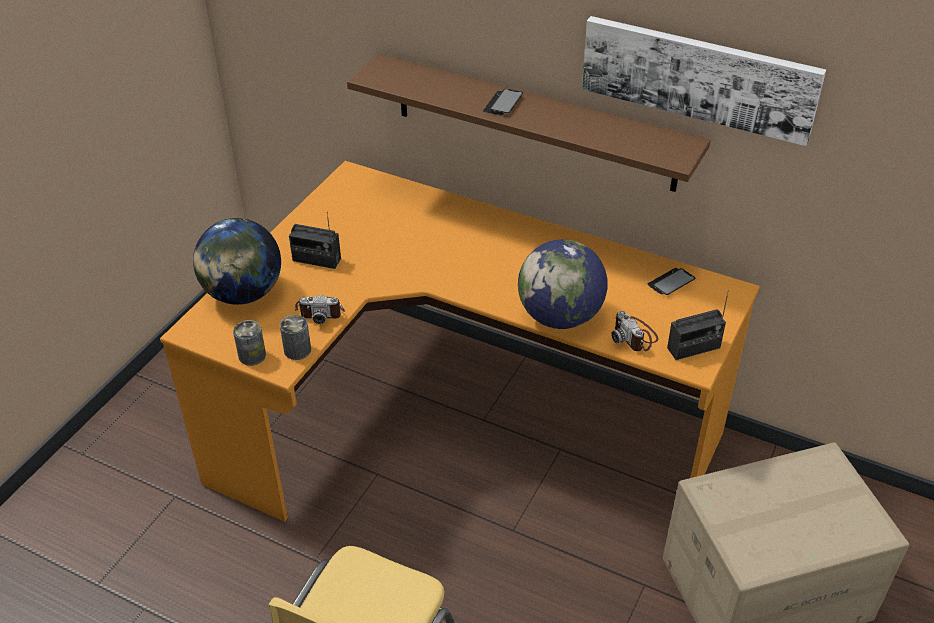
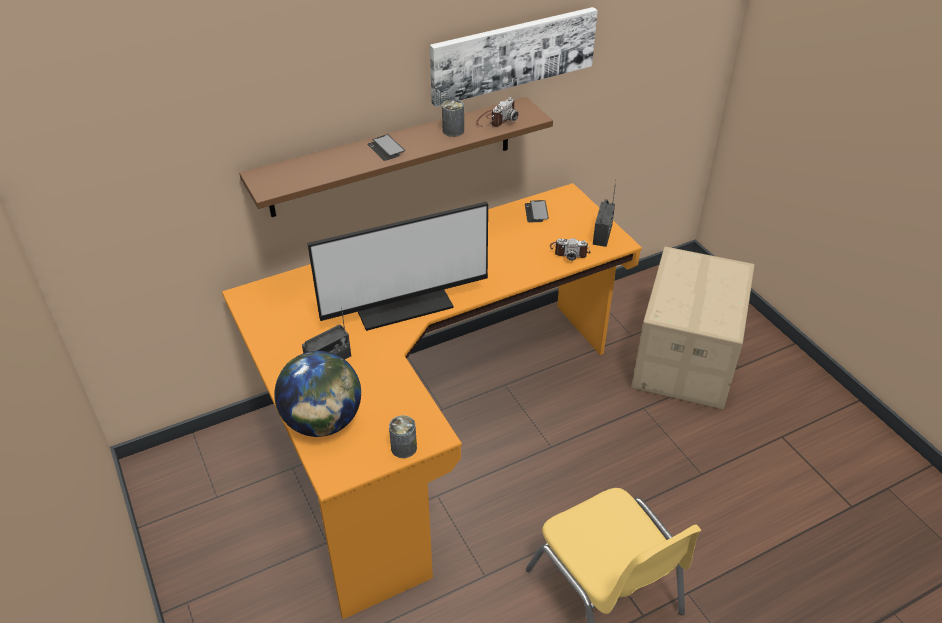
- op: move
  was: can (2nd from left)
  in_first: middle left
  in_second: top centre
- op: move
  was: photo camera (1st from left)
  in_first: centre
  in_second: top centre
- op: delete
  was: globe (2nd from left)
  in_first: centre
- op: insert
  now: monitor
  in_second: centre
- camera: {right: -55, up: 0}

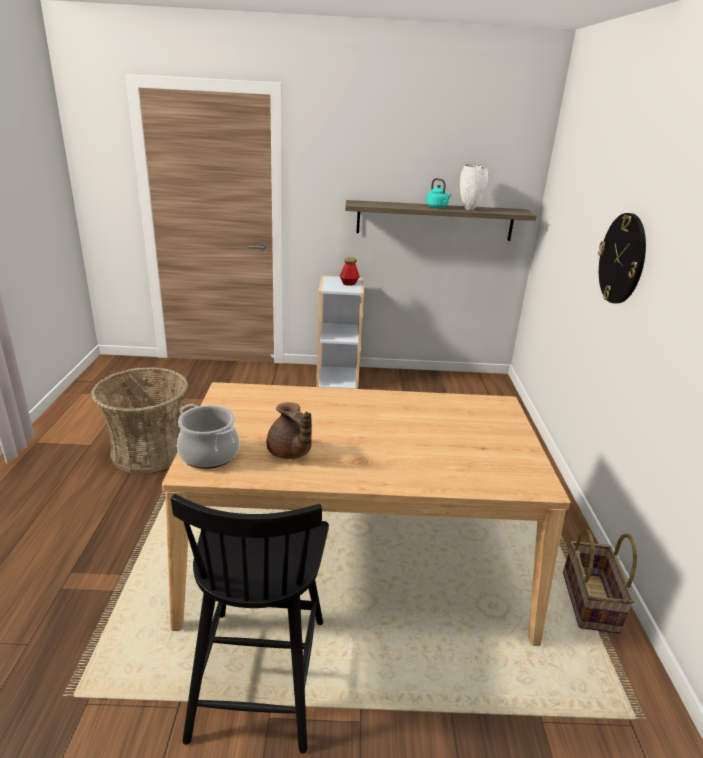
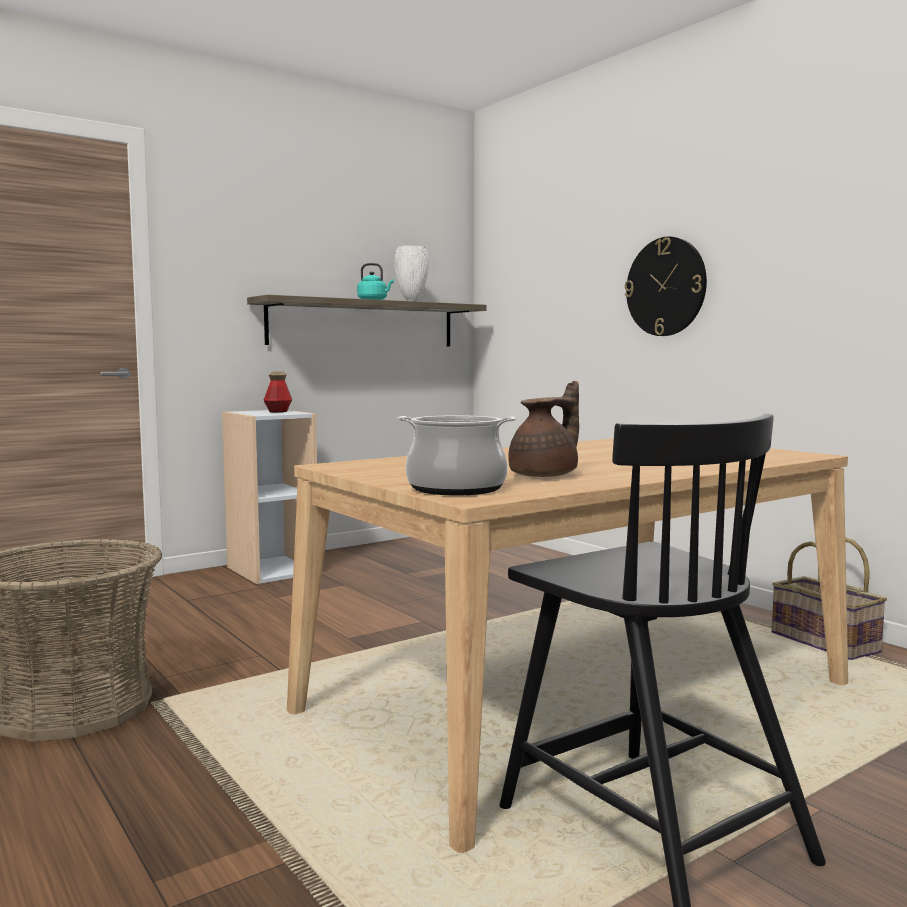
- op: rotate
  was: teapot in brown
  in_first: centre
  in_second: centre
  clockwise: -60
- camera: {right: -35, up: -20}

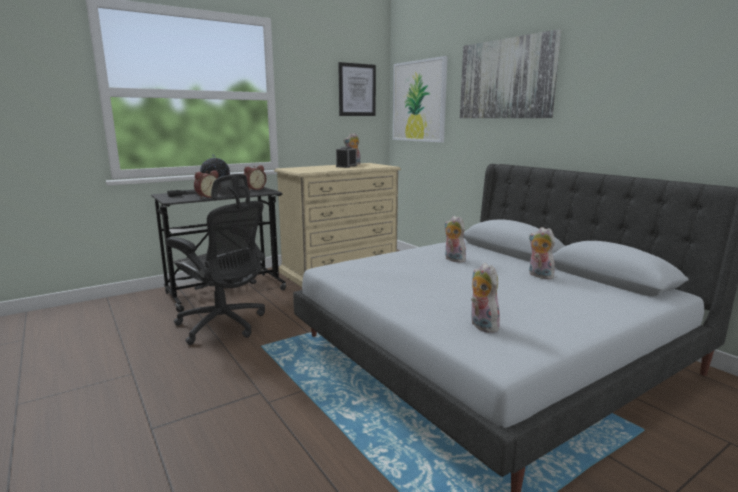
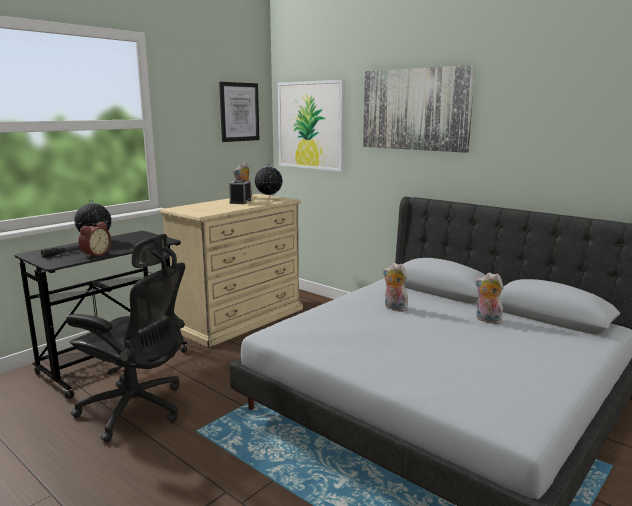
- op: delete
  was: alarm clock (2nd from left)
  in_first: centre
- op: delete
  was: plush toy (3rd from left)
  in_first: centre
- op: insert
  now: globe (2nd from left)
  in_second: centre
- camera: {right: -15, up: 0}

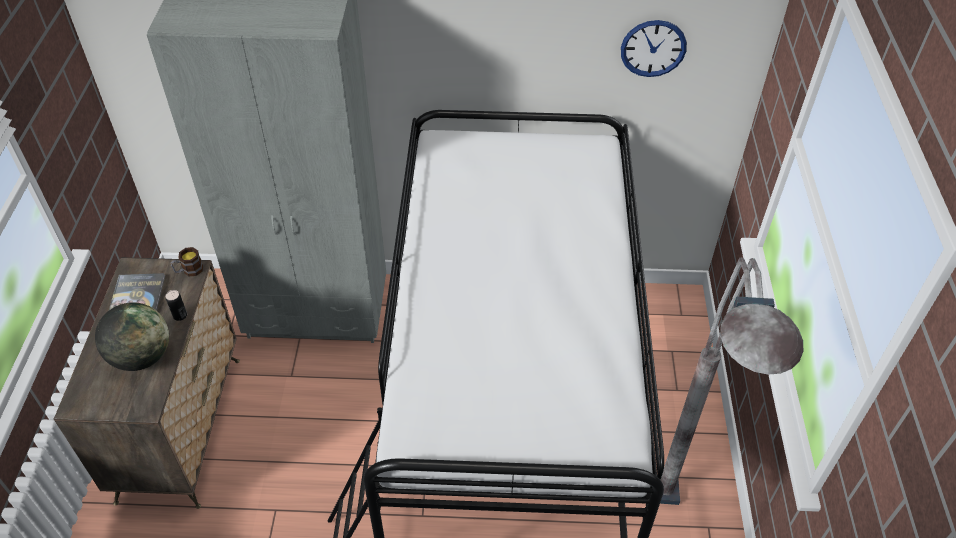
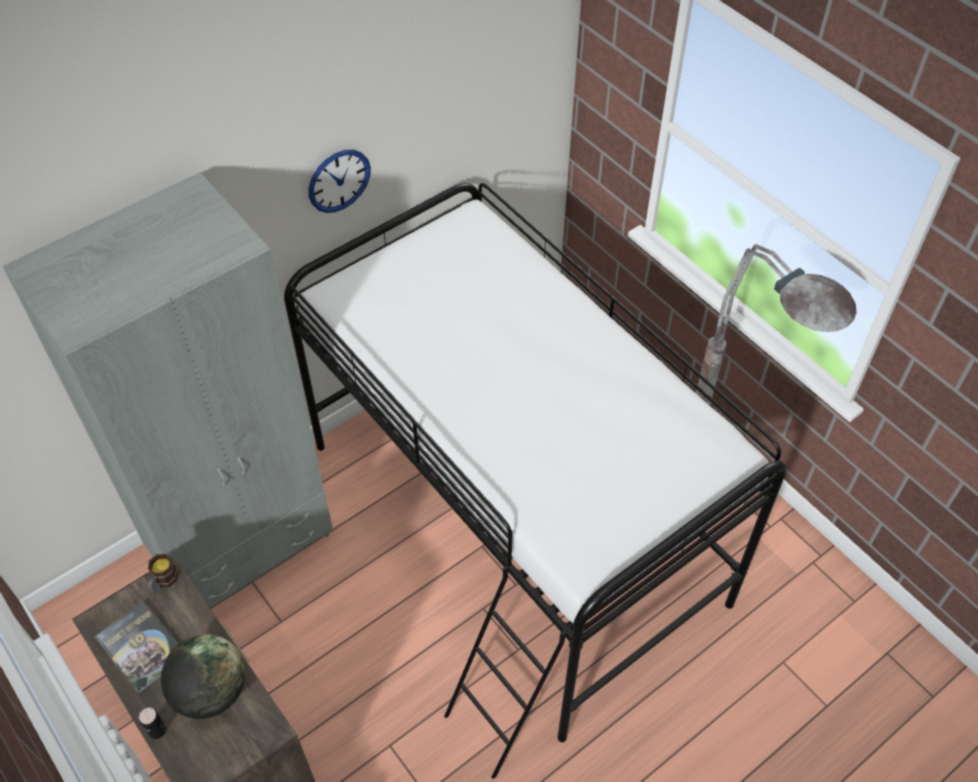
- op: move
  was: can
  in_first: middle left
  in_second: bottom left
- op: move
  was: wall clock
  in_first: top right
  in_second: top centre
- camera: {right: -40, up: 5}

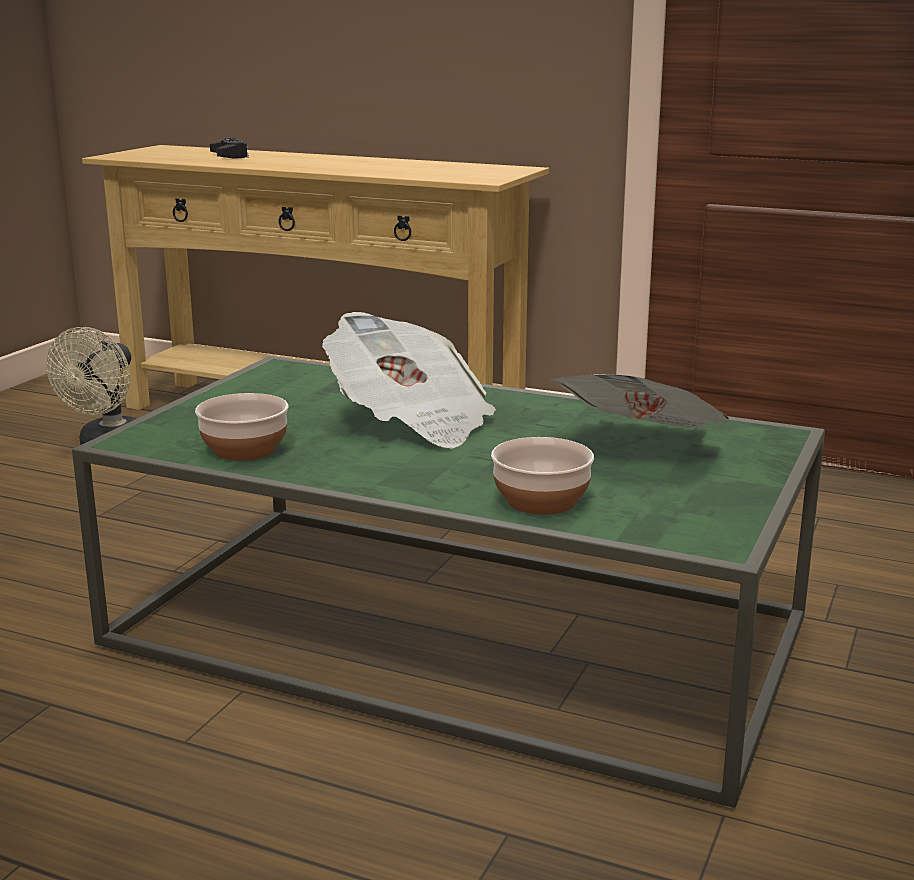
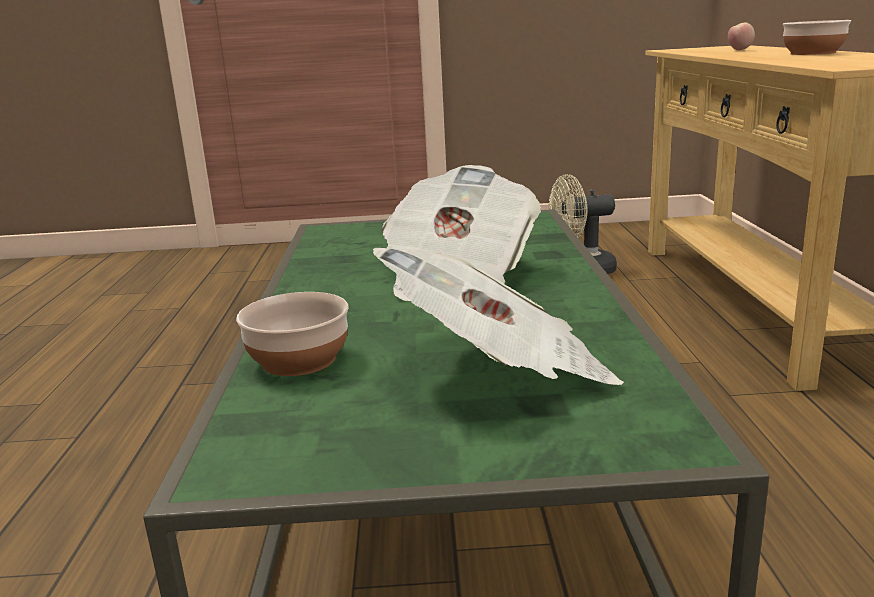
- op: move
  was: bowl (1st from left in the first image)
  now: bowl (2nd from left)
  in_first: middle left
  in_second: top right
- op: replace
  was: game controller in black
  now: apple
  in_first: top left
  in_second: top right
- camera: {right: 65, up: 0}

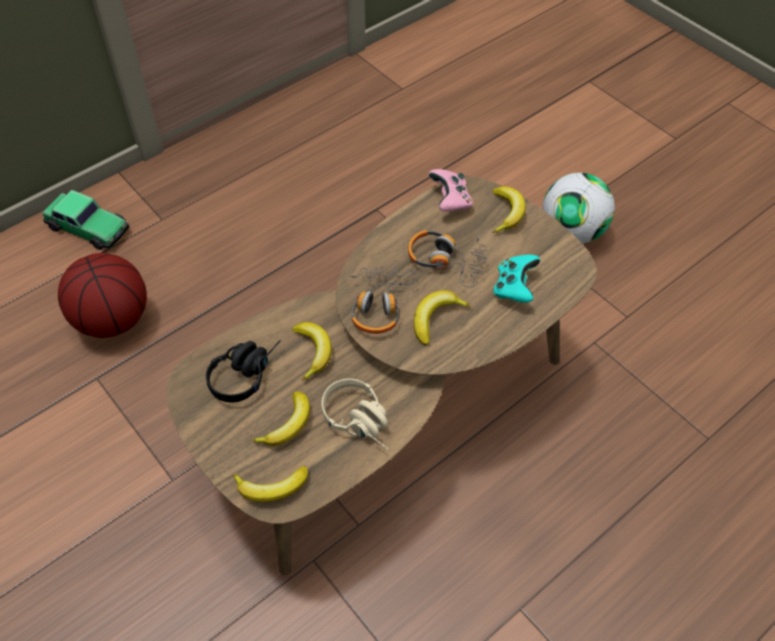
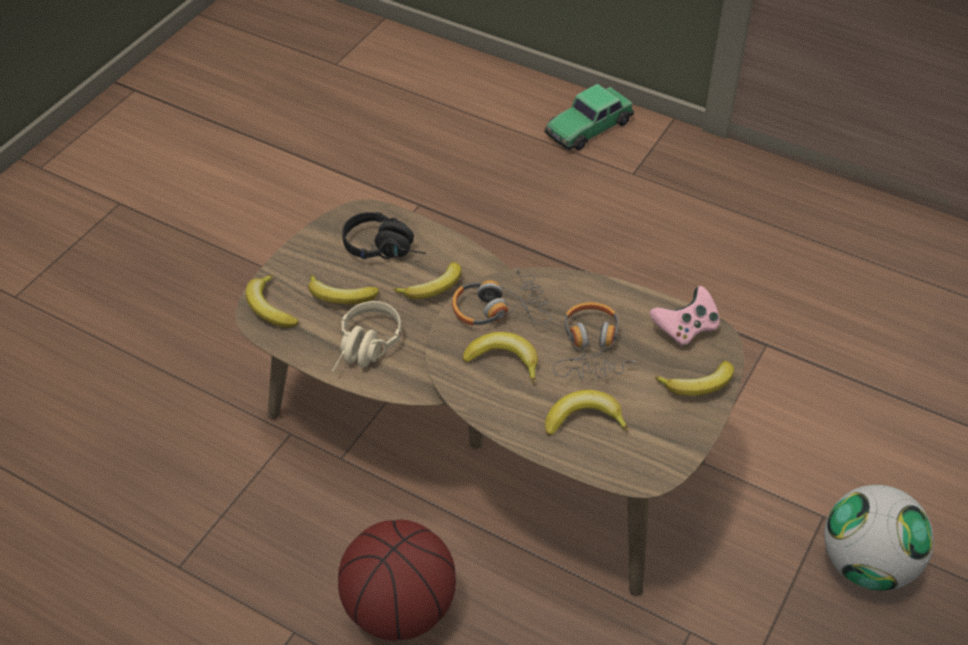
- op: rotate
  was: toy car
  in_first: middle left
  in_second: top centre
  clockwise: 45
- op: move
  was: basketball
  in_first: middle left
  in_second: bottom centre
- op: replace
  was: game controller in turquoise
  now: banana (5th from left)
  in_first: centre
  in_second: centre
- camera: {right: 70, up: -5}

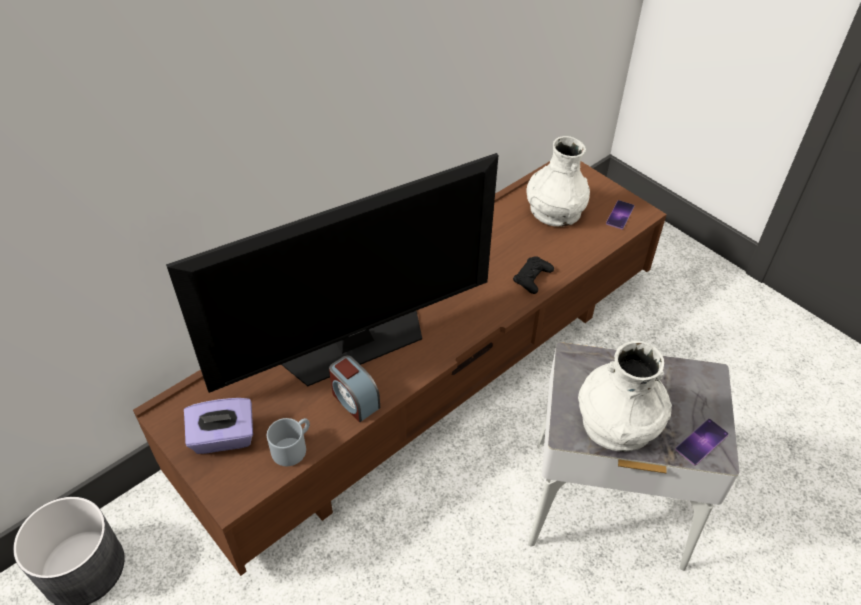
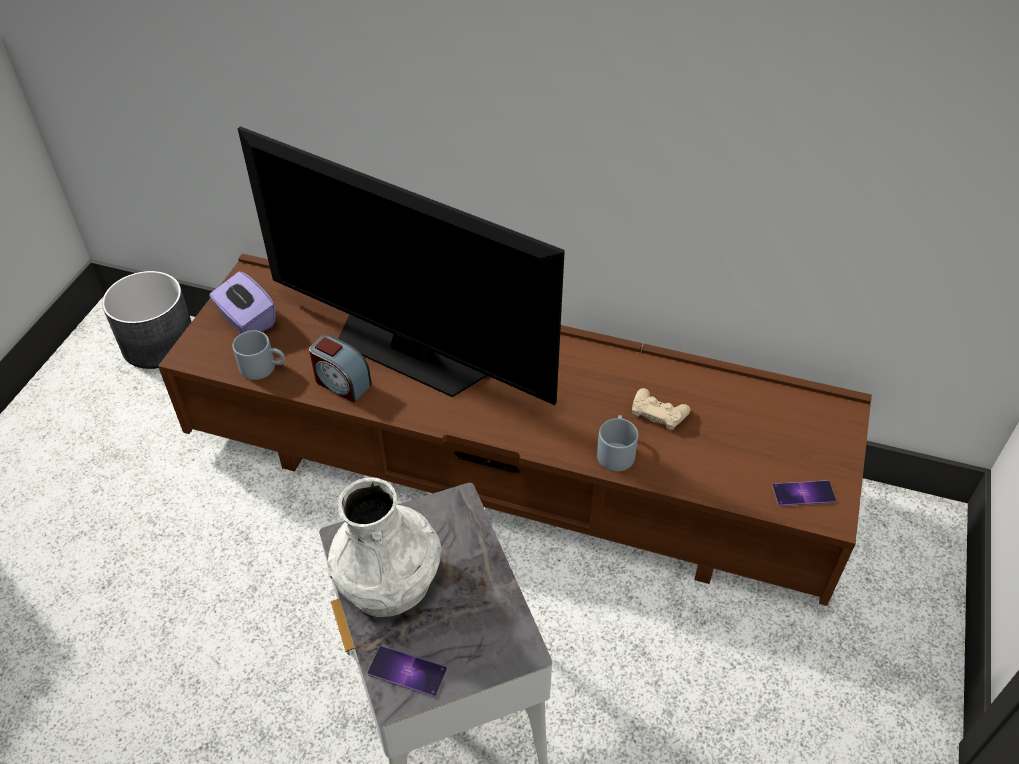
- op: rotate
  was: alarm clock
  in_first: centre
  in_second: centre
  clockwise: -75
- op: replace
  was: game controller in black
  now: mug in grey (2nd from left)
  in_first: centre
  in_second: centre
- op: delete
  was: vase in white (1st from left)
  in_first: top centre
- op: insert
  now: game controller in beige
  in_second: centre
- camera: {right: 60, up: 0}

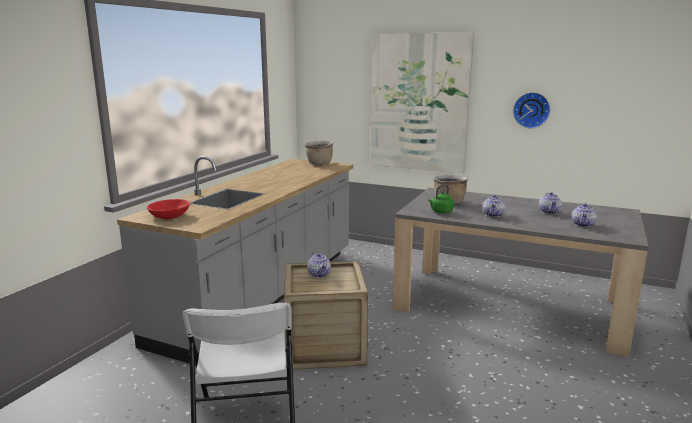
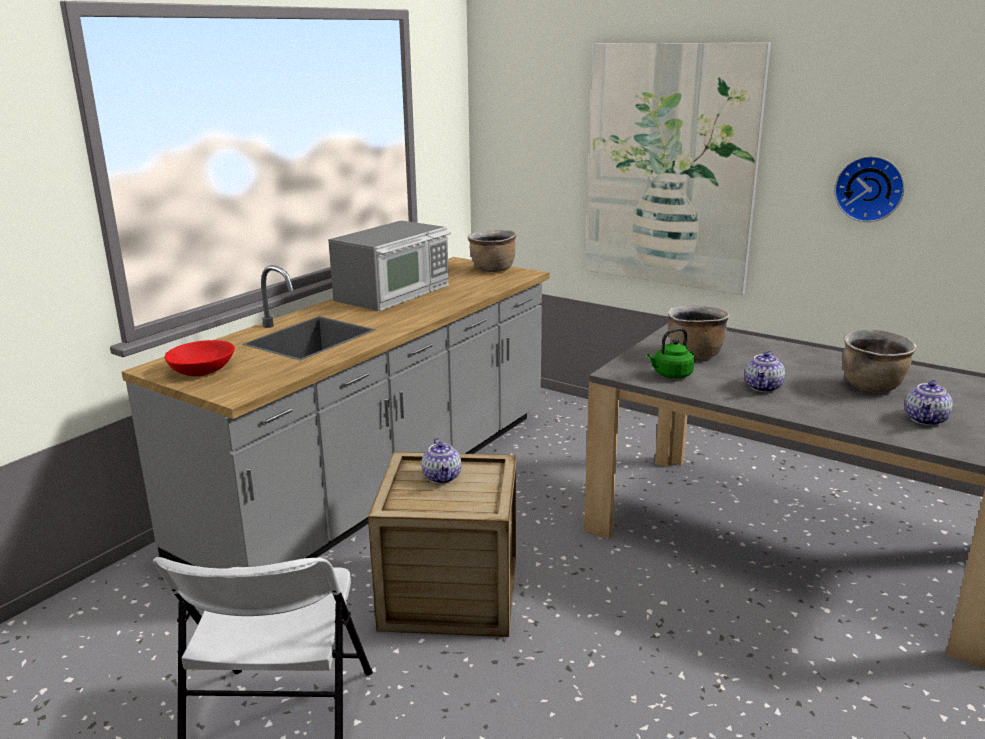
- op: replace
  was: teapot (3rd from left)
  now: cooking pot in brown (3rd from left)
  in_first: middle right
  in_second: middle right
- op: insert
  now: microwave
  in_second: centre
- camera: {right: 10, up: 5}

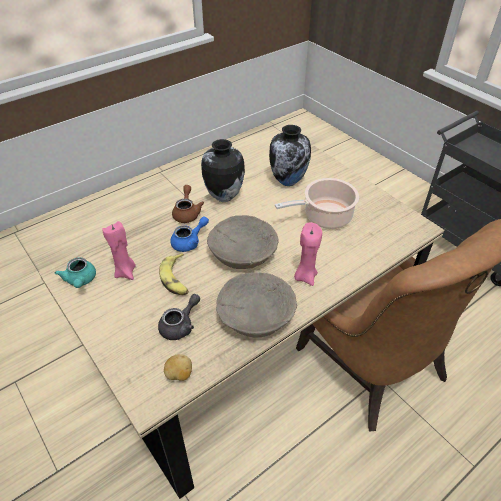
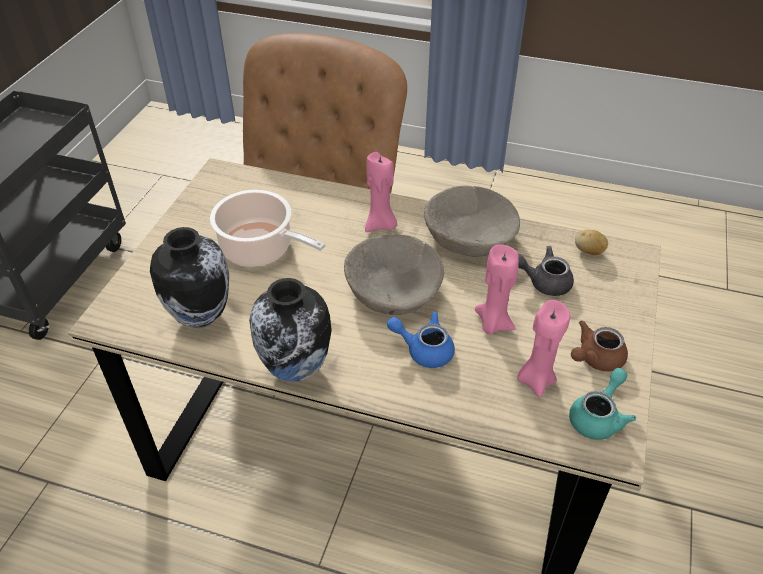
- op: replace
  was: banana
  now: candle in pink (2nd from left)
  in_first: centre
  in_second: centre
- op: move
  was: teapot in brown
  in_first: centre
  in_second: middle right
- camera: {right: -125, up: 0}

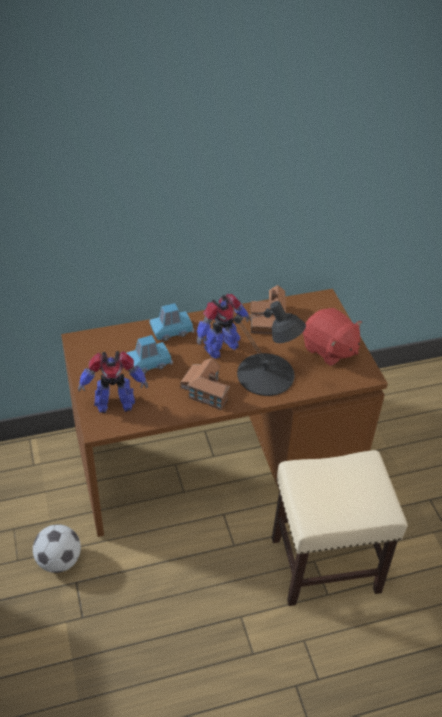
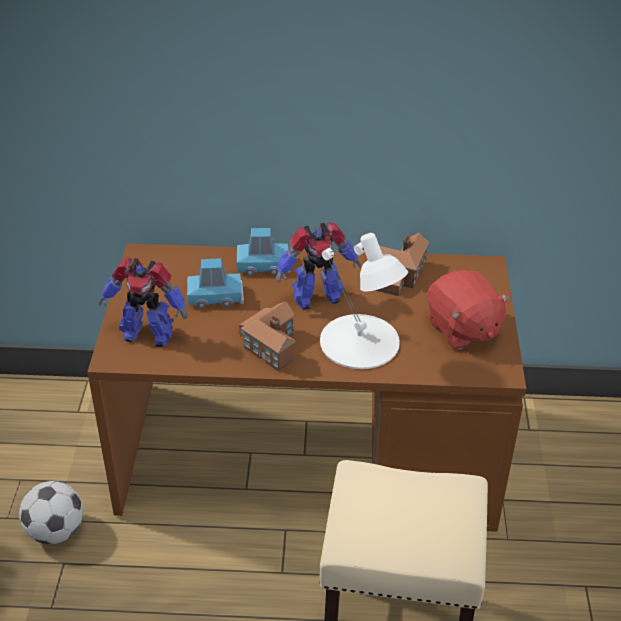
- op: recolor
  was: table lamp in black
  now: table lamp in white
  in_first: centre
  in_second: centre
- camera: {right: 20, up: -5}

